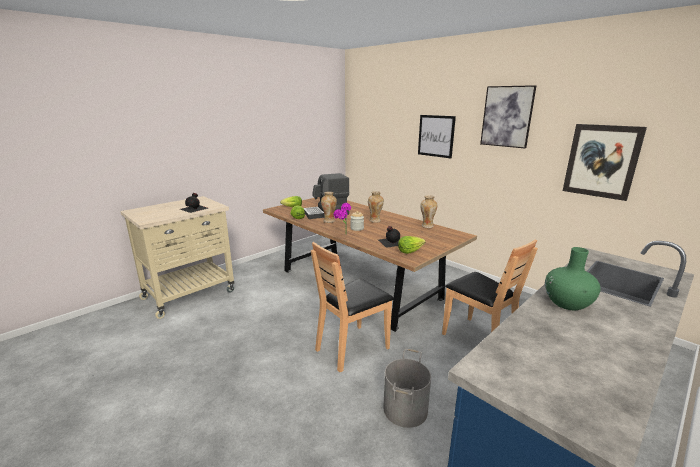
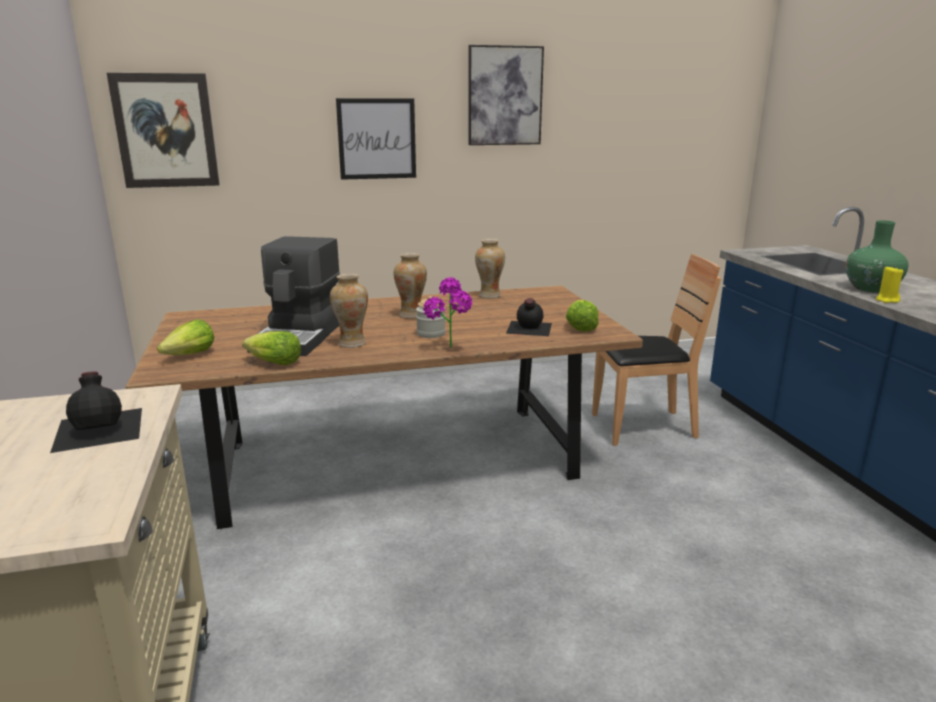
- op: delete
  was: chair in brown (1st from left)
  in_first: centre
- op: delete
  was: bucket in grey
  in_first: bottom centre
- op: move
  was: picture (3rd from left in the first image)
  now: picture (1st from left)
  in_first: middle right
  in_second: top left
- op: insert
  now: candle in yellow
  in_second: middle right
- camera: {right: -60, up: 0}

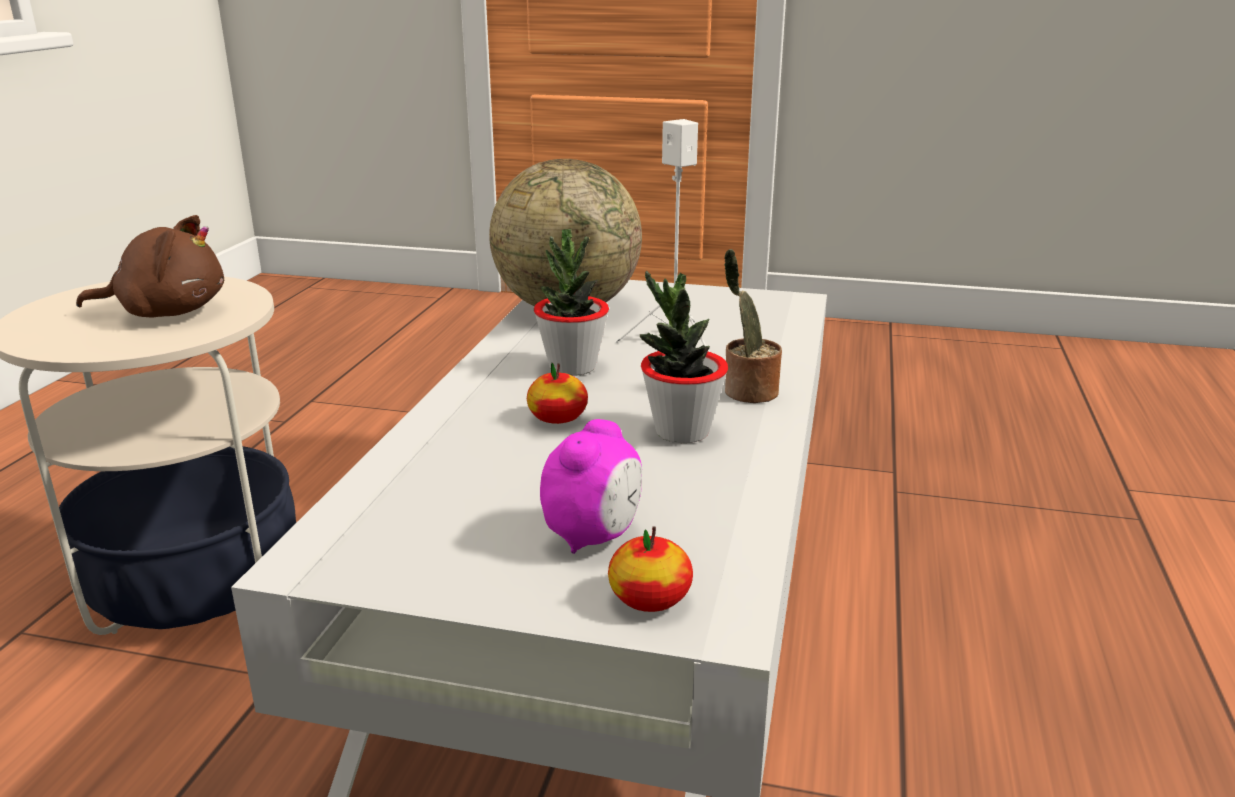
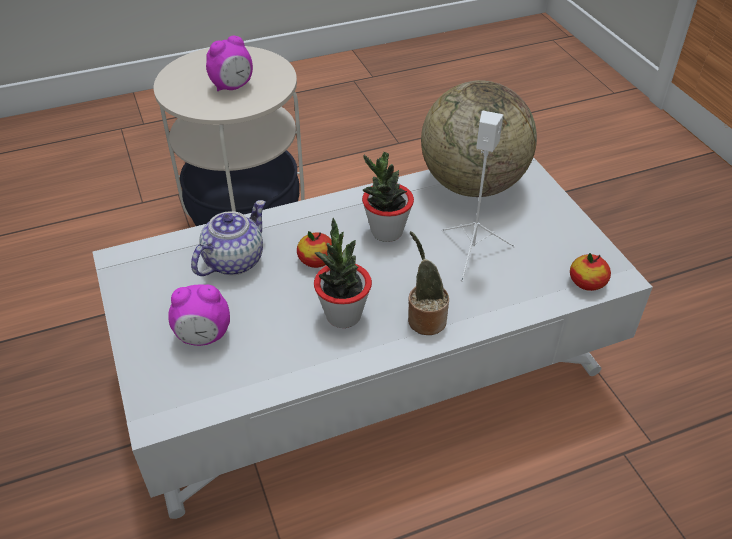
- op: replace
  was: plush toy in brown
  now: alarm clock (2nd from left)
  in_first: middle left
  in_second: top left
- op: move
  was: apple (2nd from left)
  in_first: bottom centre
  in_second: middle right
- op: insert
  now: teapot
  in_second: middle left
- camera: {right: 55, up: 20}

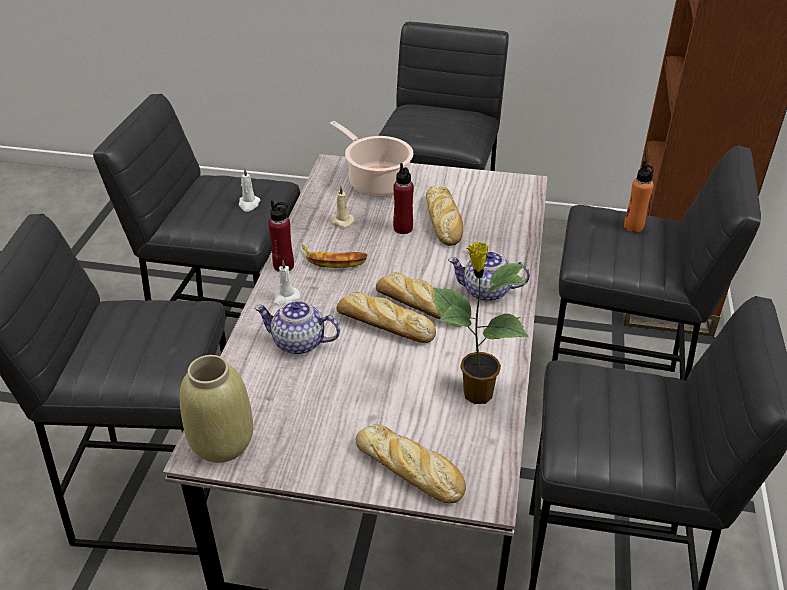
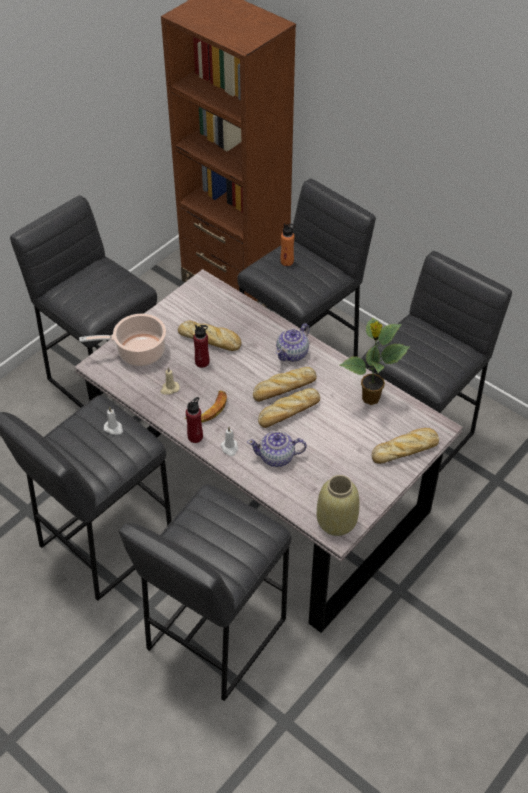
- op: rotate
  was: teapot (1st from left)
  in_first: centre
  in_second: centre
  clockwise: 45
- camera: {right: -60, up: 10}

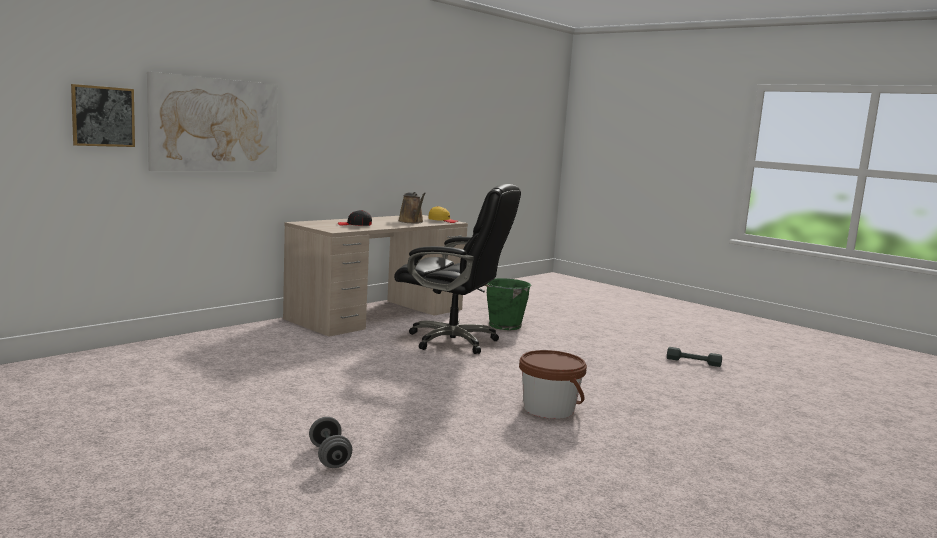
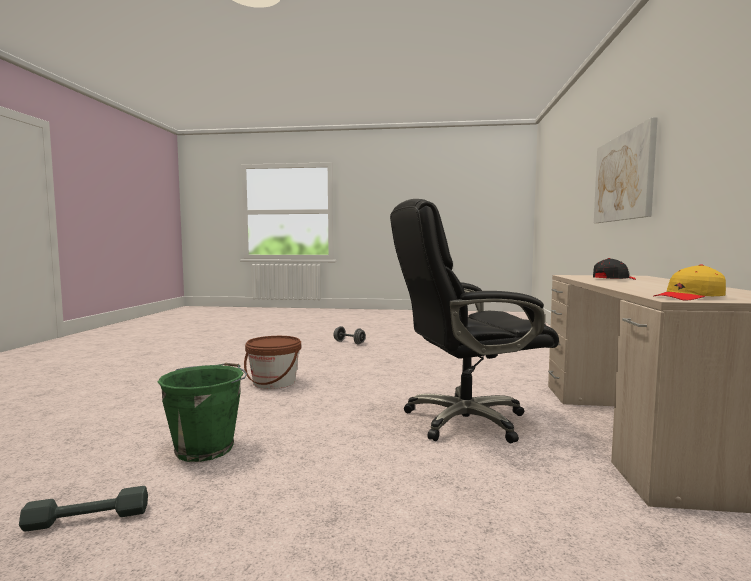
- op: delete
  was: picture (1st from left)
  in_first: top left
- op: delete
  was: watering can in brown
  in_first: centre
- op: move
  was: bucket in green
  in_first: centre
  in_second: bottom left
- camera: {right: 145, up: -5}

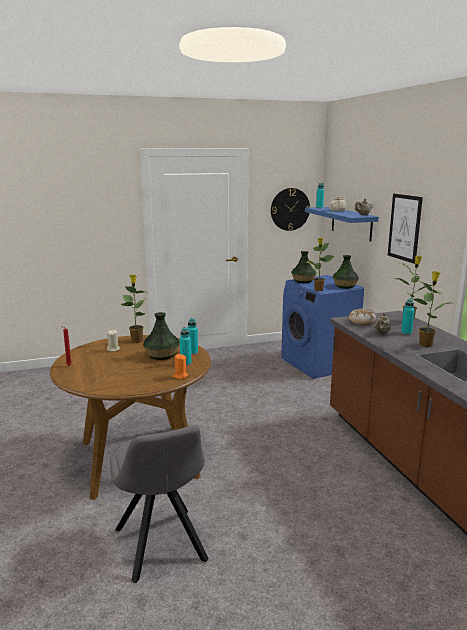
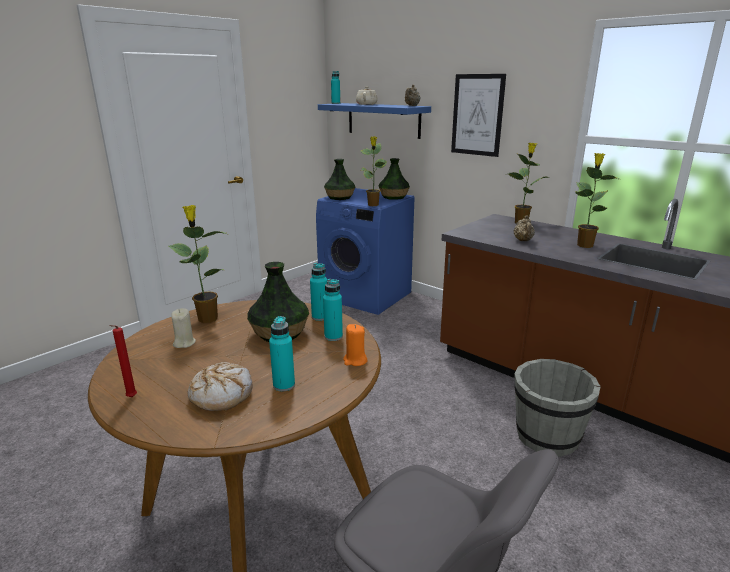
- op: delete
  was: wall clock
  in_first: top centre
- op: move
  was: bread
  in_first: middle right
  in_second: bottom left
- op: move
  was: bottle in turquoise (4th from left in the first image)
  now: bottle in turquoise (1st from left)
  in_first: middle right
  in_second: centre
- op: insert
  now: bucket in grey
  in_second: bottom right
- camera: {right: -30, up: 5}

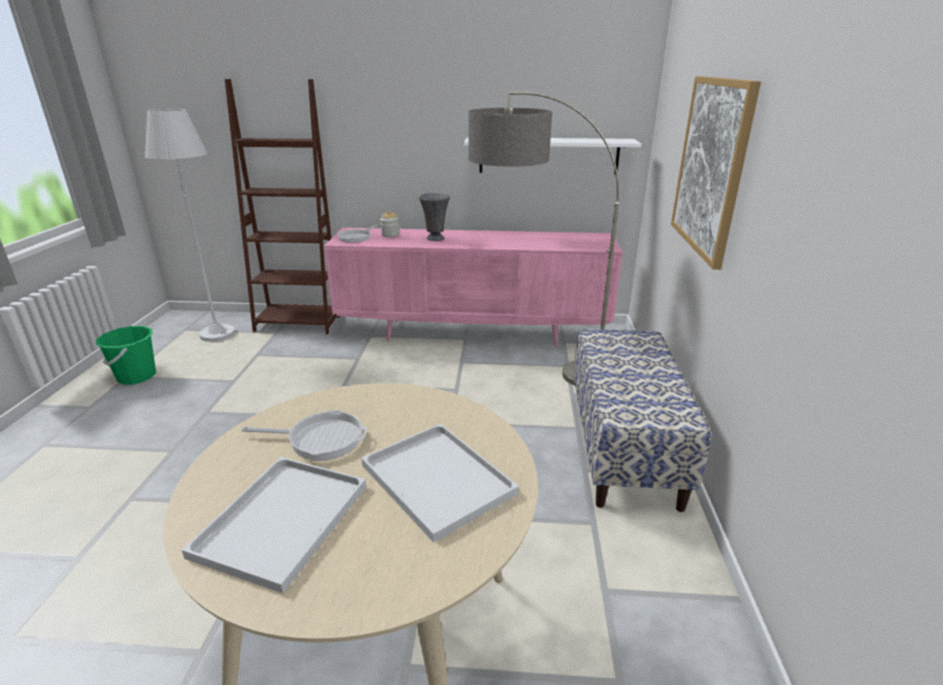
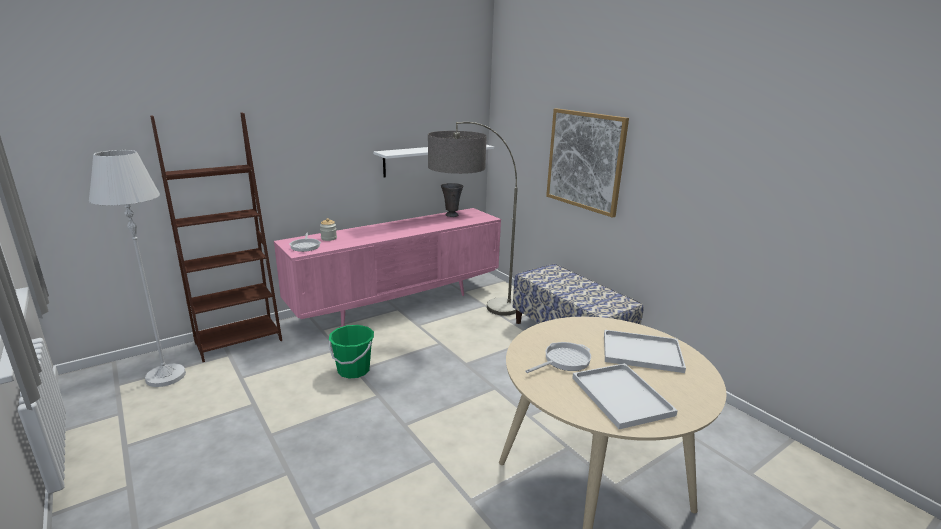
- op: move
  was: bucket in green
  in_first: middle left
  in_second: centre
- op: move
  was: vase in grey
  in_first: top centre
  in_second: centre
- camera: {right: -40, up: -5}

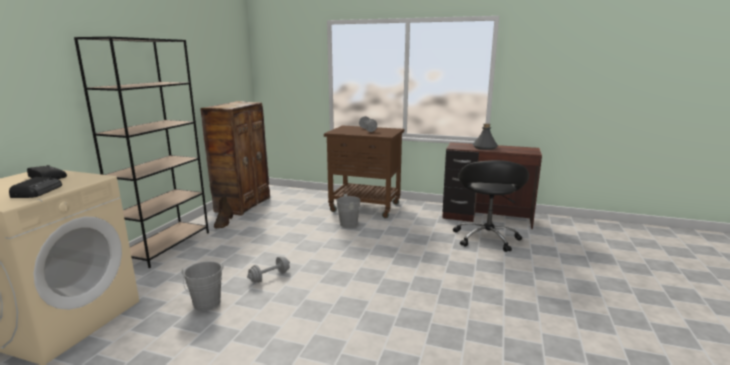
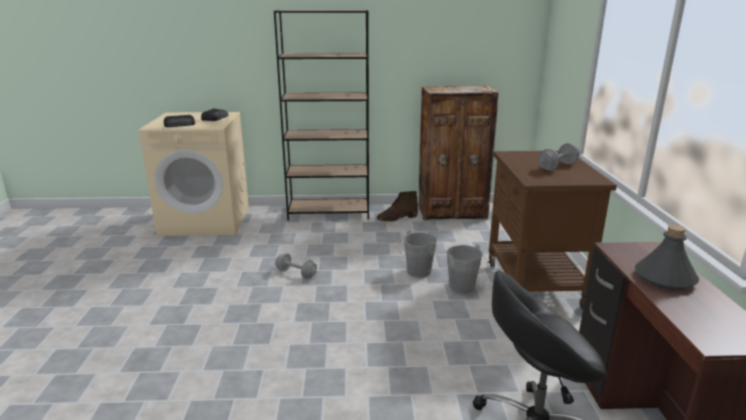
- op: move
  was: bucket in grey (1st from left)
  in_first: bottom left
  in_second: centre
- camera: {right: 70, up: 5}

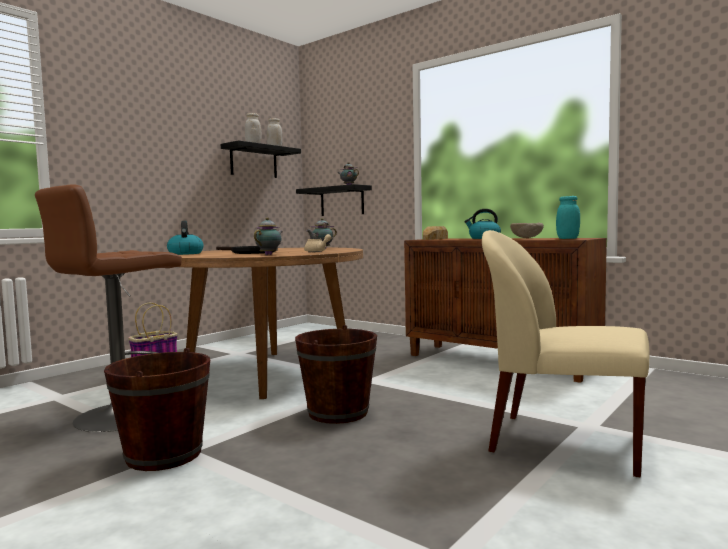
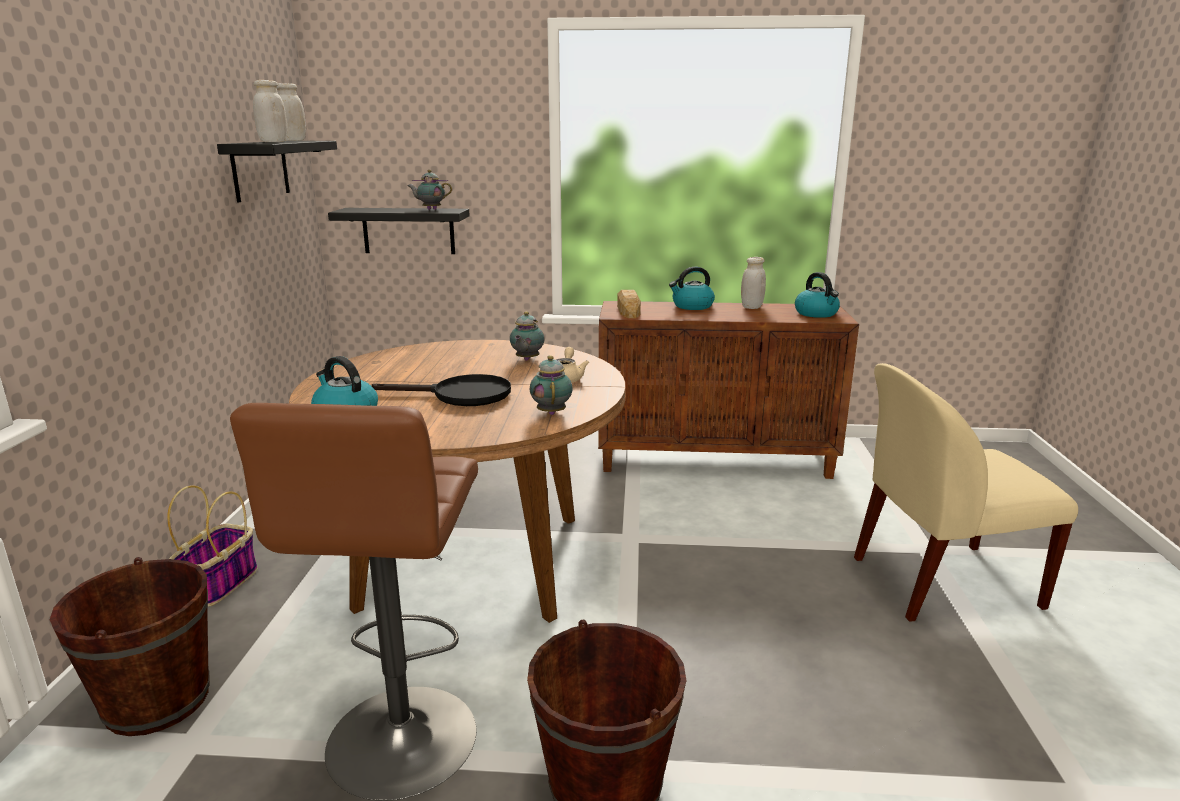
- op: move
  was: bucket in brown (2nd from left in the first image)
  now: bucket in brown (1st from left)
  in_first: bottom centre
  in_second: bottom left
- op: replace
  was: bowl in beige
  now: jar in white (3rd from left)
  in_first: middle right
  in_second: centre
- op: replace
  was: jar in turquoise
  now: kettle (3rd from left)
  in_first: middle right
  in_second: middle right
- camera: {right: -35, up: 15}

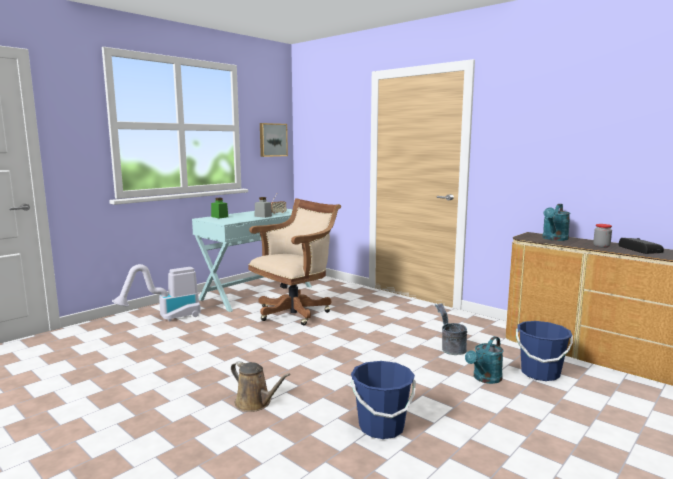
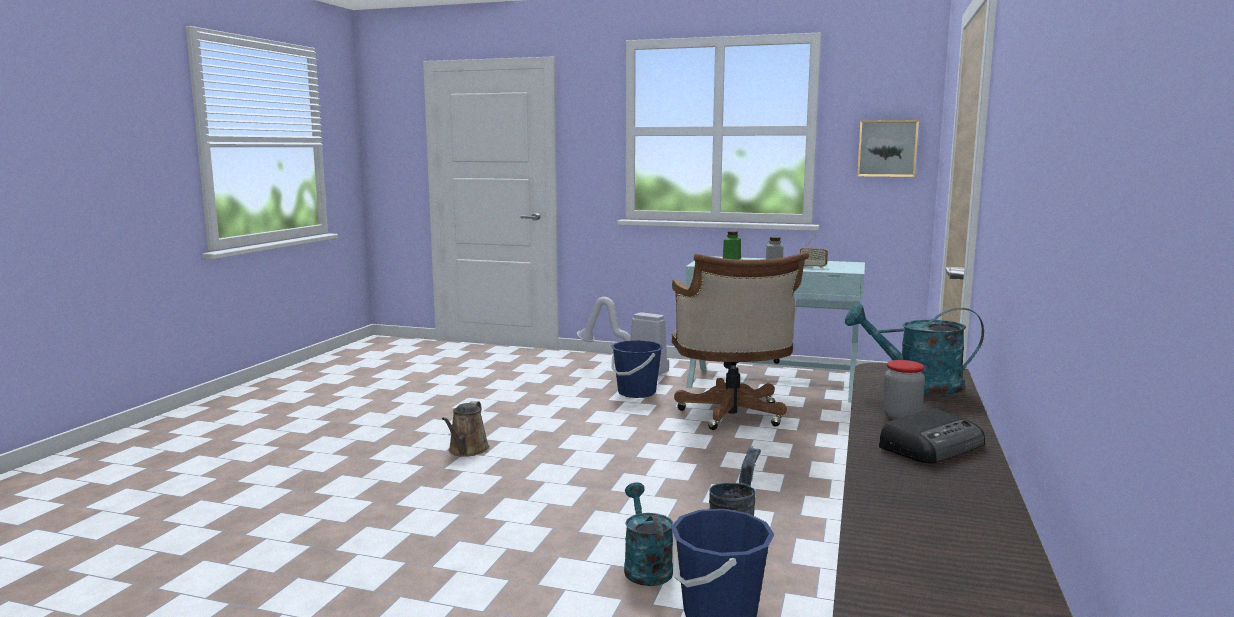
- op: rotate
  was: office chair
  in_first: centre
  in_second: centre
  clockwise: 60
- op: move
  was: bucket in blue (1st from left)
  in_first: bottom centre
  in_second: centre
- op: rotate
  was: watering can in turquoise (1st from left)
  in_first: bottom right
  in_second: bottom centre
  clockwise: 60
- camera: {right: 65, up: 0}

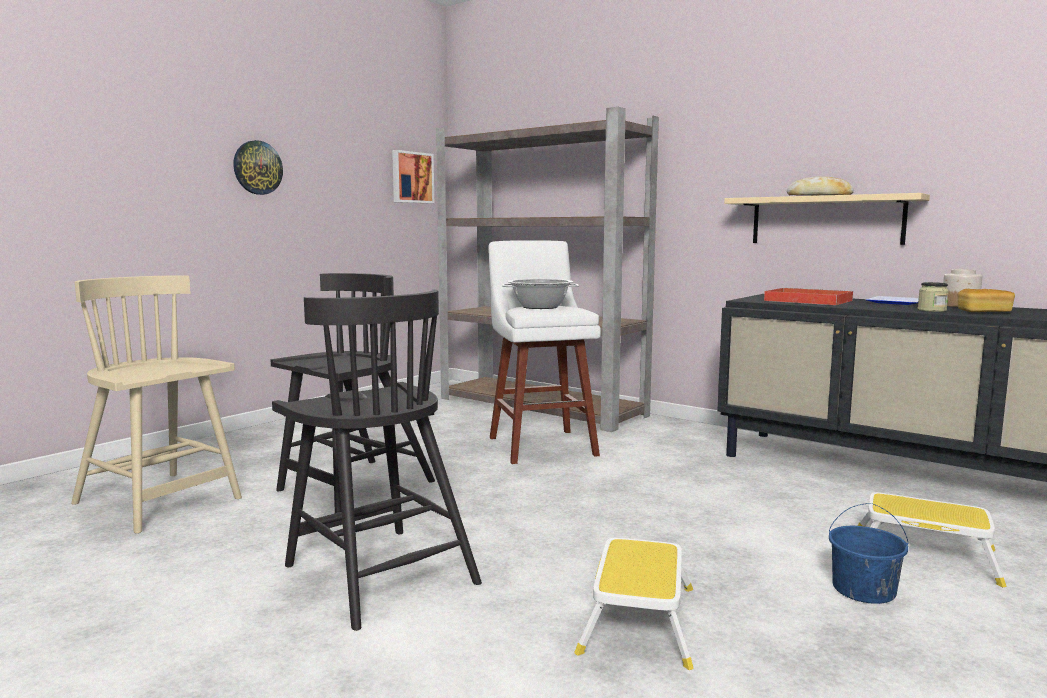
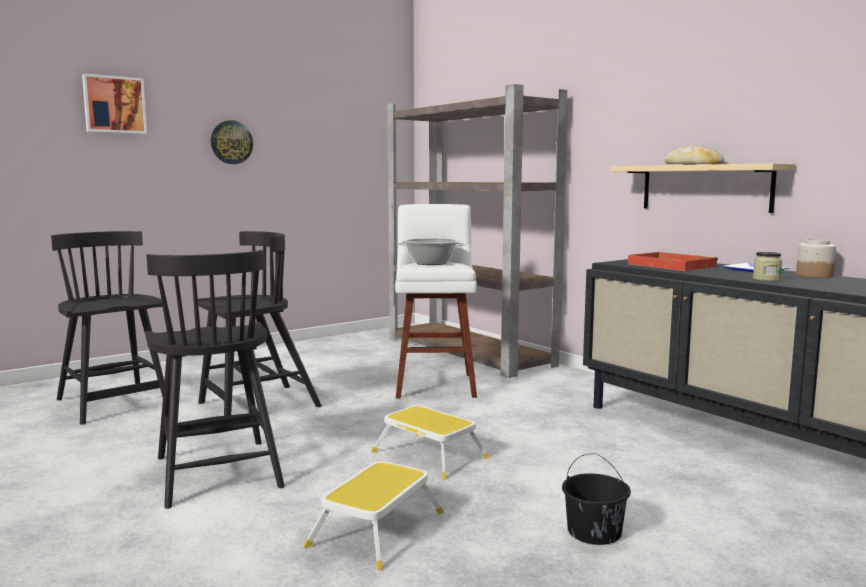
- op: recolor
  was: chair in beige
  now: chair in black (1st from left)
  in_first: middle left
  in_second: middle left
- op: move
  was: picture
  in_first: top centre
  in_second: top left
- op: recolor
  was: bucket in blue
  now: bucket in black
  in_first: bottom right
  in_second: bottom right
- op: move
  was: step ladder in yellow (2nd from left)
  in_first: bottom right
  in_second: bottom centre
- op: delete
  was: bread (2nd from left)
  in_first: middle right
- camera: {right: 15, up: 0}

